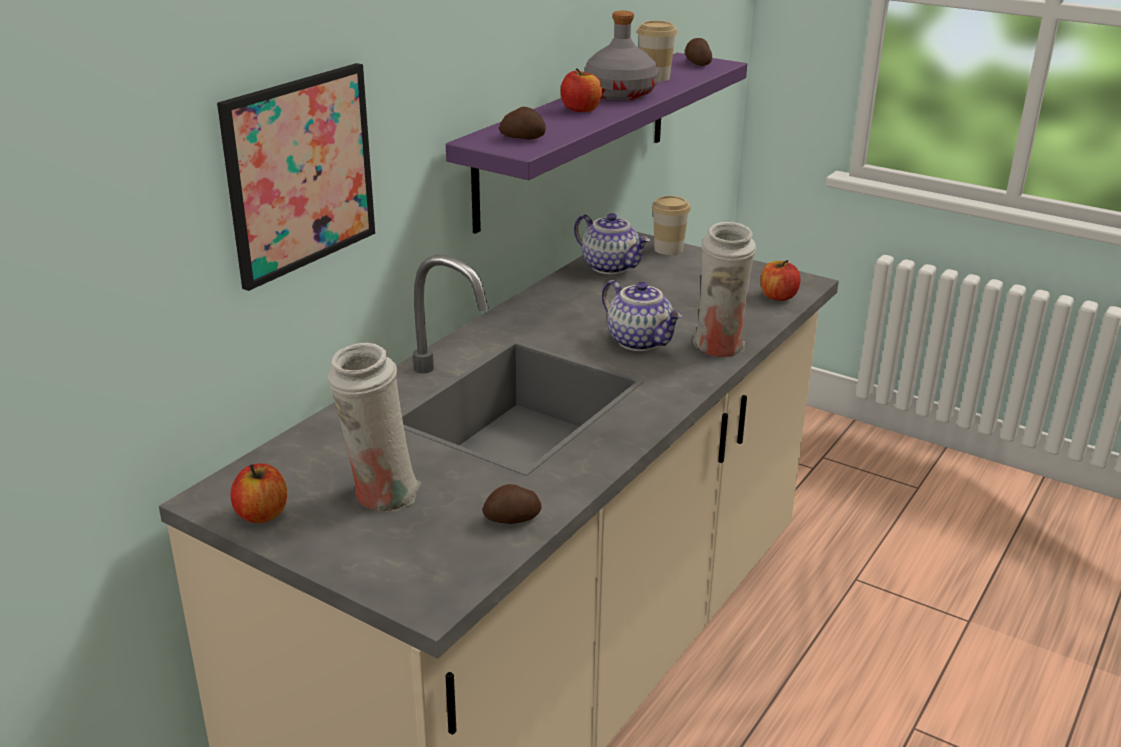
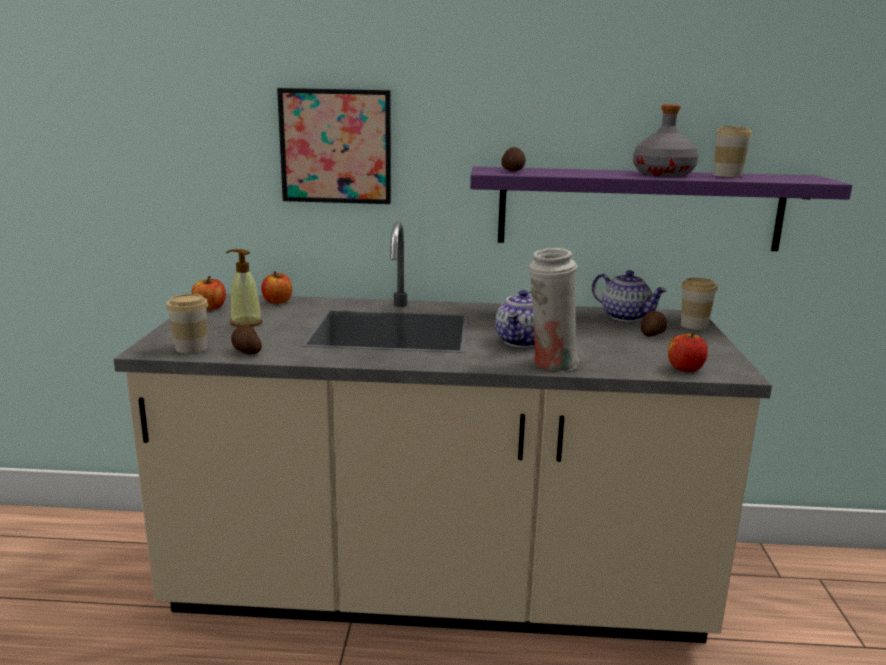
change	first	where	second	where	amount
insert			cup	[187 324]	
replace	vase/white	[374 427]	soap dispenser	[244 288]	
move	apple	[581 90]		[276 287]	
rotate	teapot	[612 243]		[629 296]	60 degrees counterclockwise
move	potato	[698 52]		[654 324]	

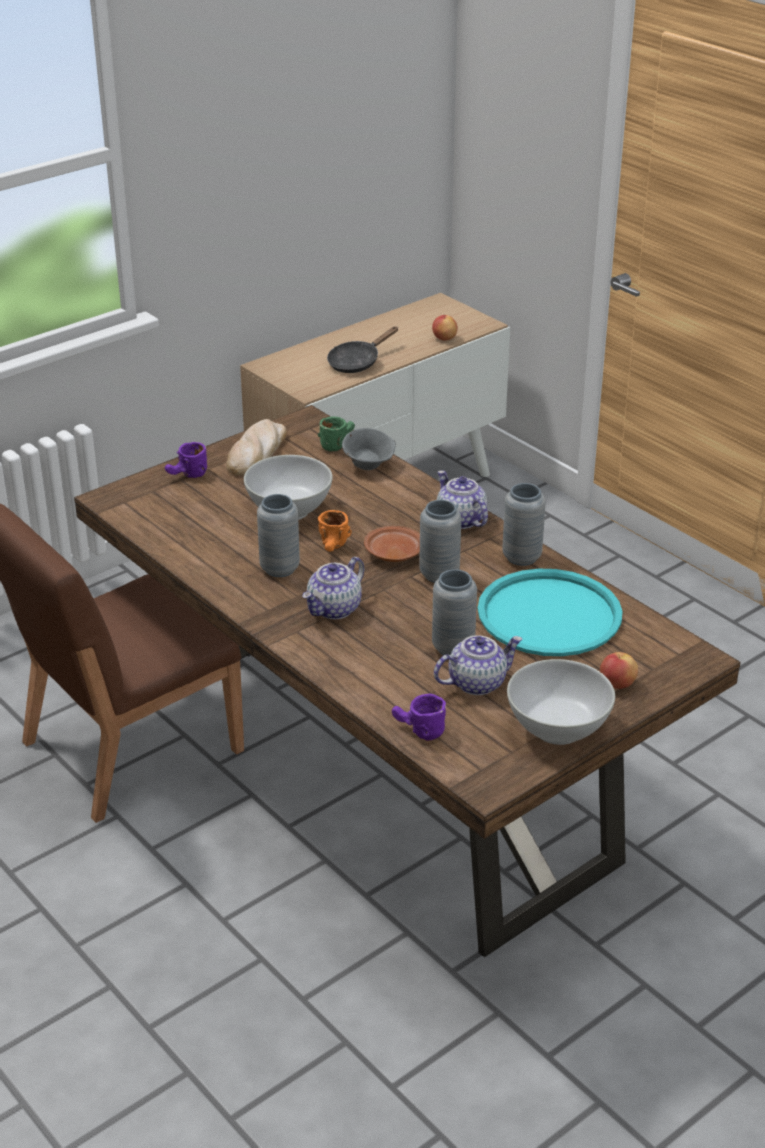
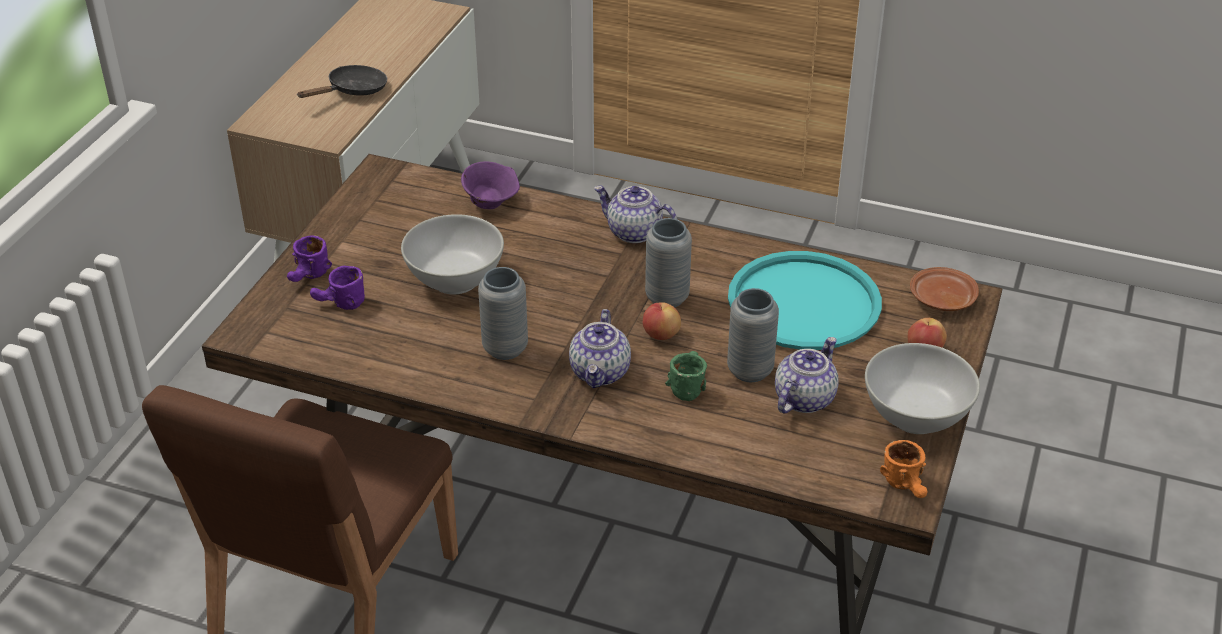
change	first	where	second	where	amount
rotate	frying pan/black	[362 350]		[342 81]	150 degrees counterclockwise
move	mug/purple	[419 717]		[337 288]	
recolor	bowl/grey	[369 449]	bowl/purple	[490 185]	
move	apple	[445 327]		[662 321]	
move	mug/green	[336 434]		[686 376]	
move	mug/orange	[335 531]		[903 469]	
move	plate/brown	[392 544]		[944 289]	
delete	bread	[256 447]			
delete	vase/grey	[524 524]			

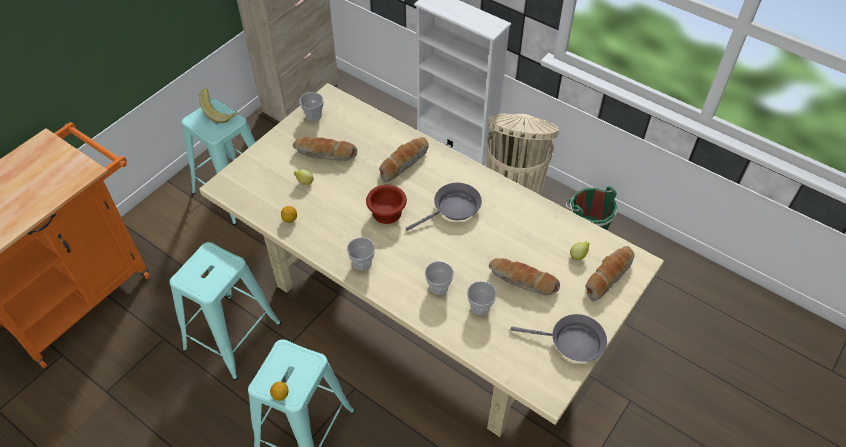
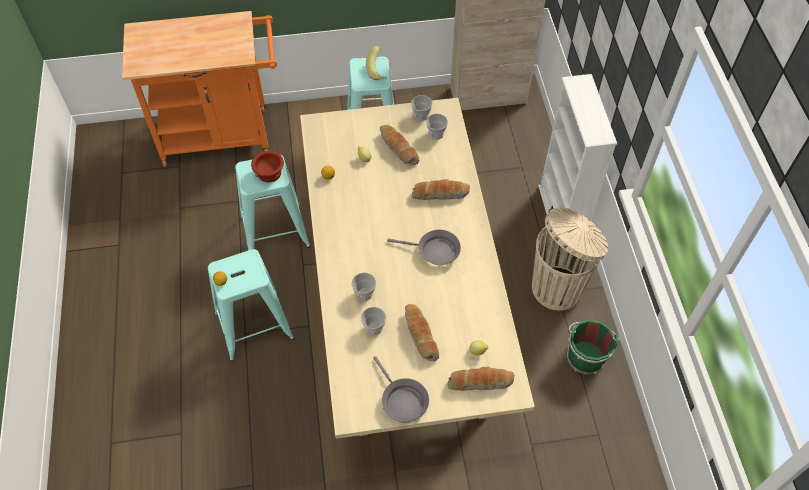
change	first	where	second	where	amount
move	bowl/brown	[386 204]		[267 166]	
move	cup	[361 254]		[437 127]	

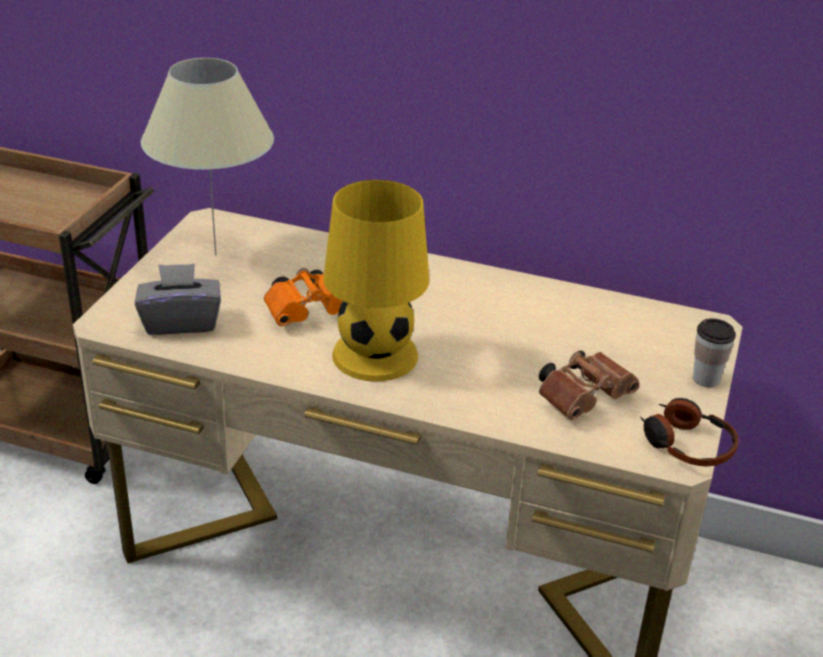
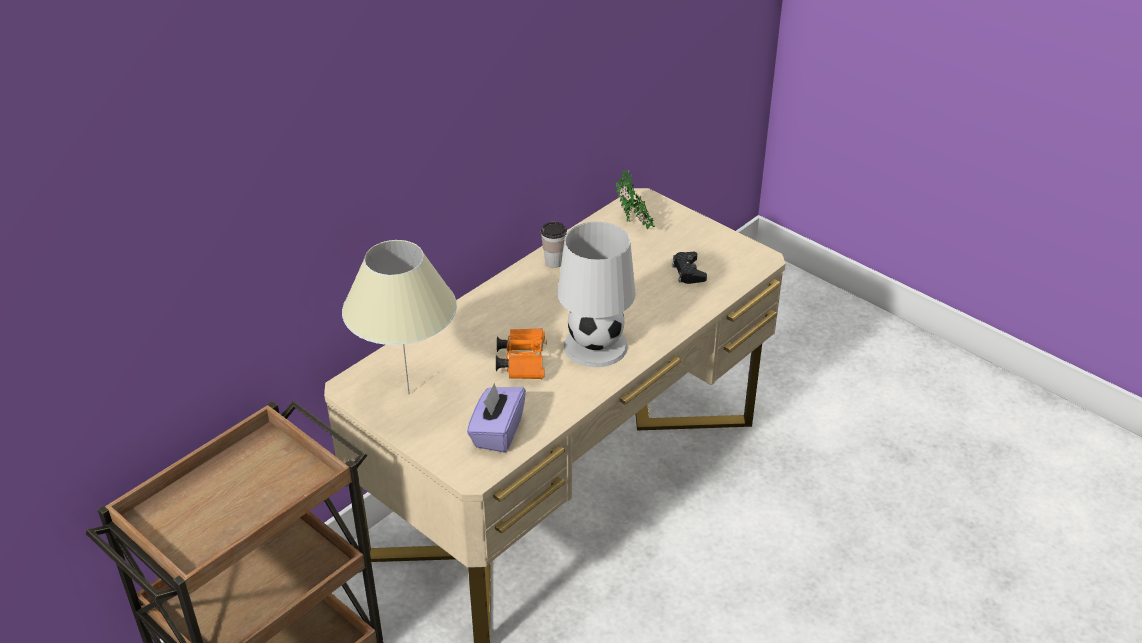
change	first	where	second	where	amount
recolor	tissue box/grey	[178 299]	tissue box/purple	[496 418]	
move	cup	[714 352]		[554 245]	
recolor	table lamp/yellow	[376 281]	table lamp/white	[596 294]	
insert			potted plant	[635 199]	
replace	binoculars/brown	[589 385]	game controller/black	[689 268]	
delete	headphones	[689 432]			

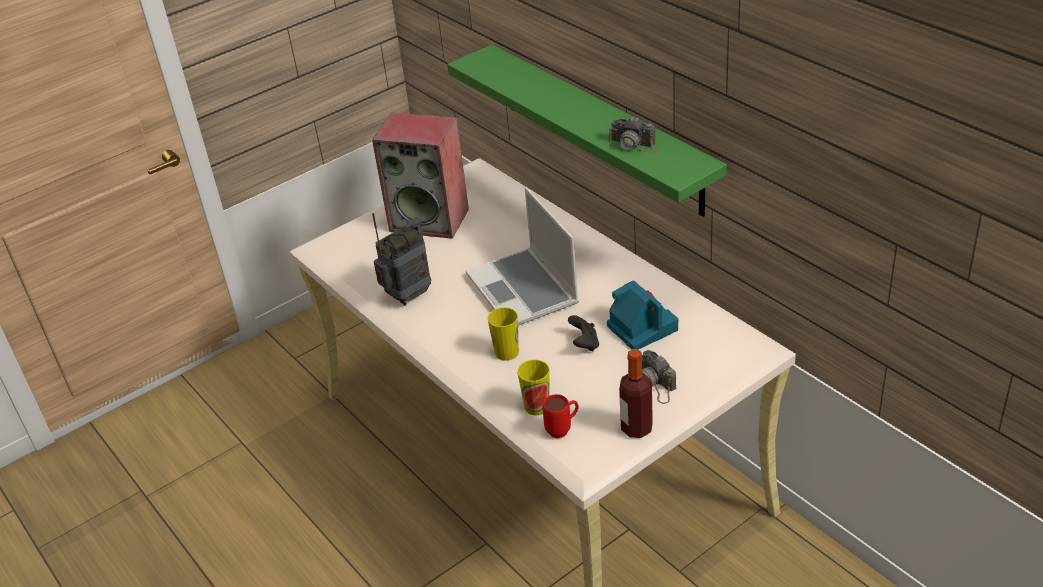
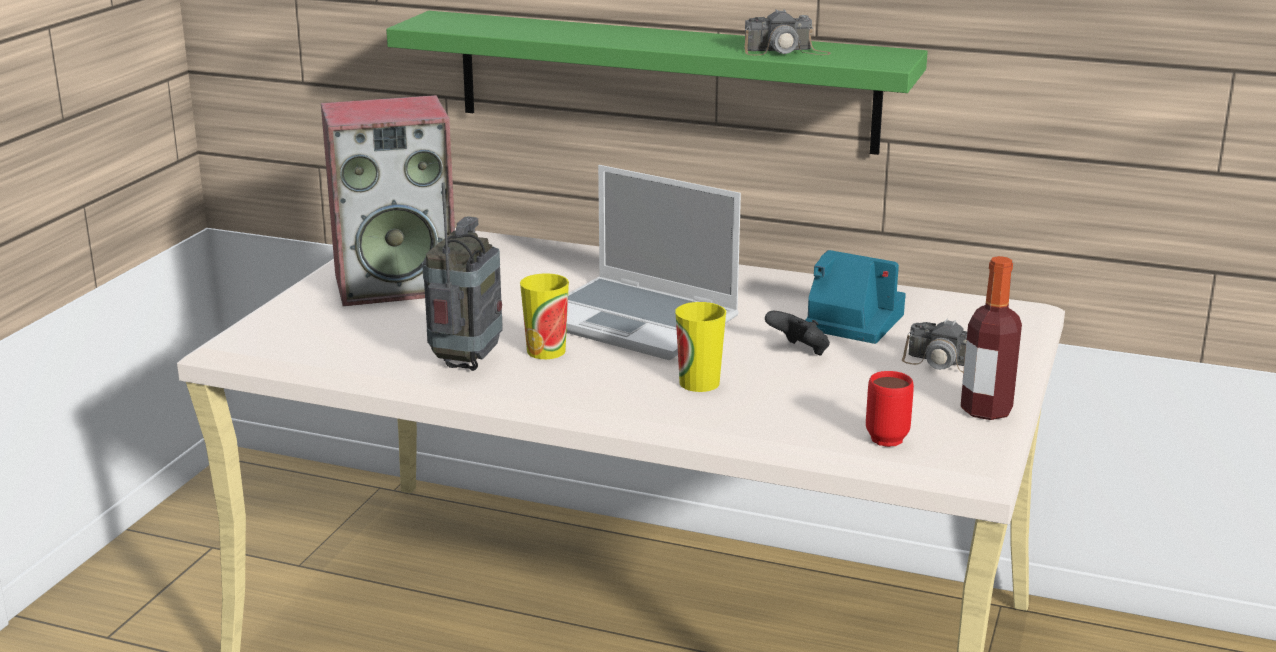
change	first	where	second	where	amount
move	cup	[533 387]		[544 316]	

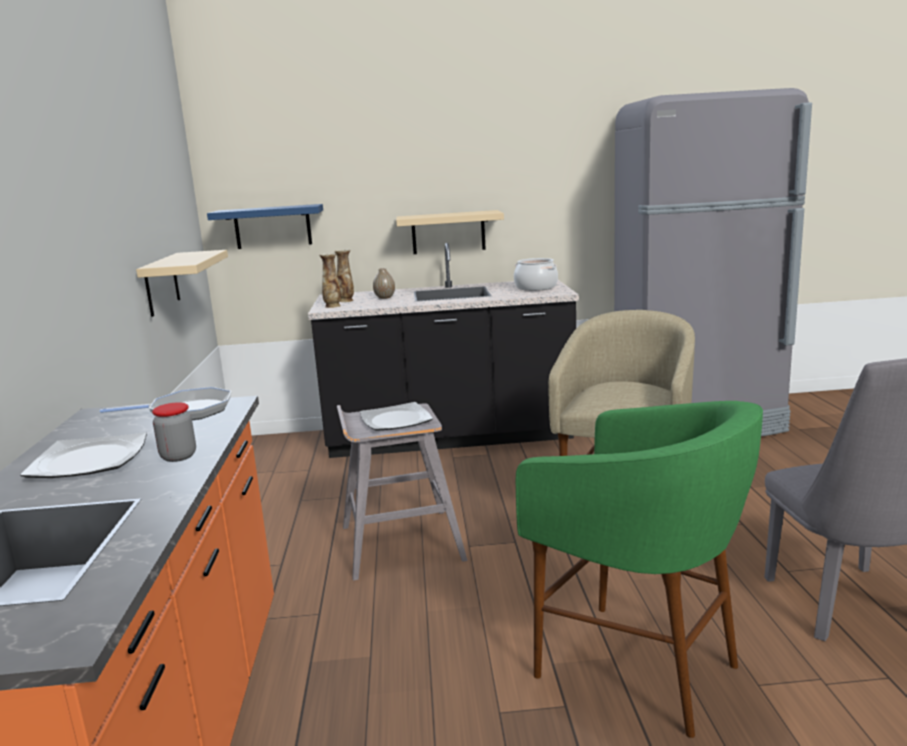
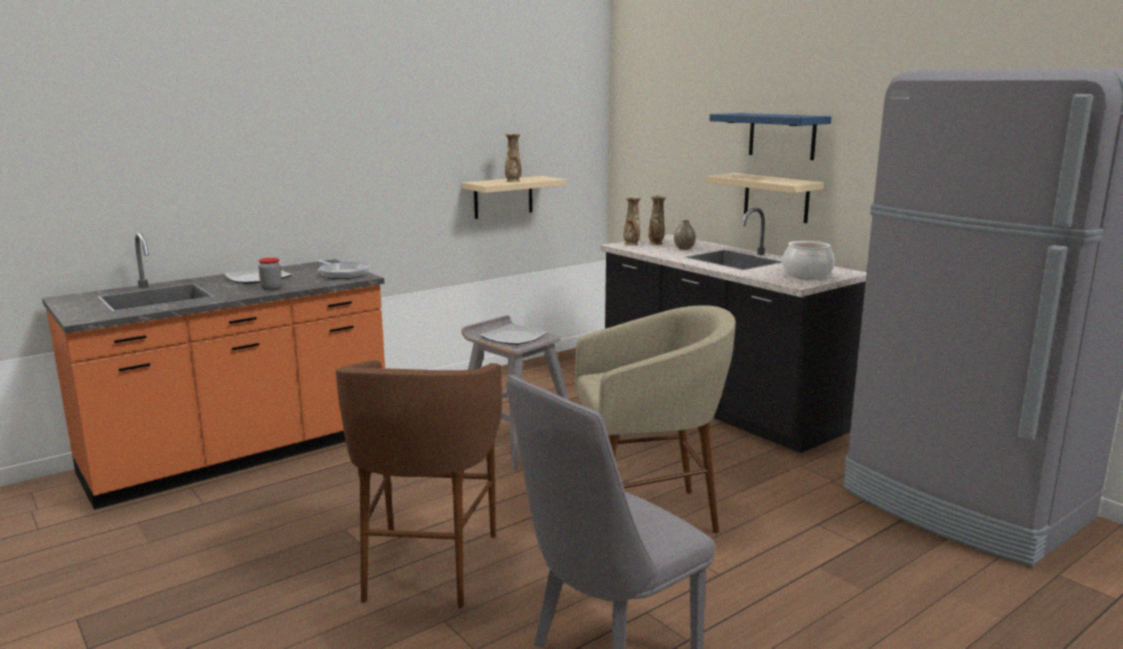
change	first	where	second	where	amount
recolor	stool/green	[639 569]	stool/brown	[419 484]	
insert			vase	[513 157]	
move	shelf/blue	[265 226]		[770 136]	

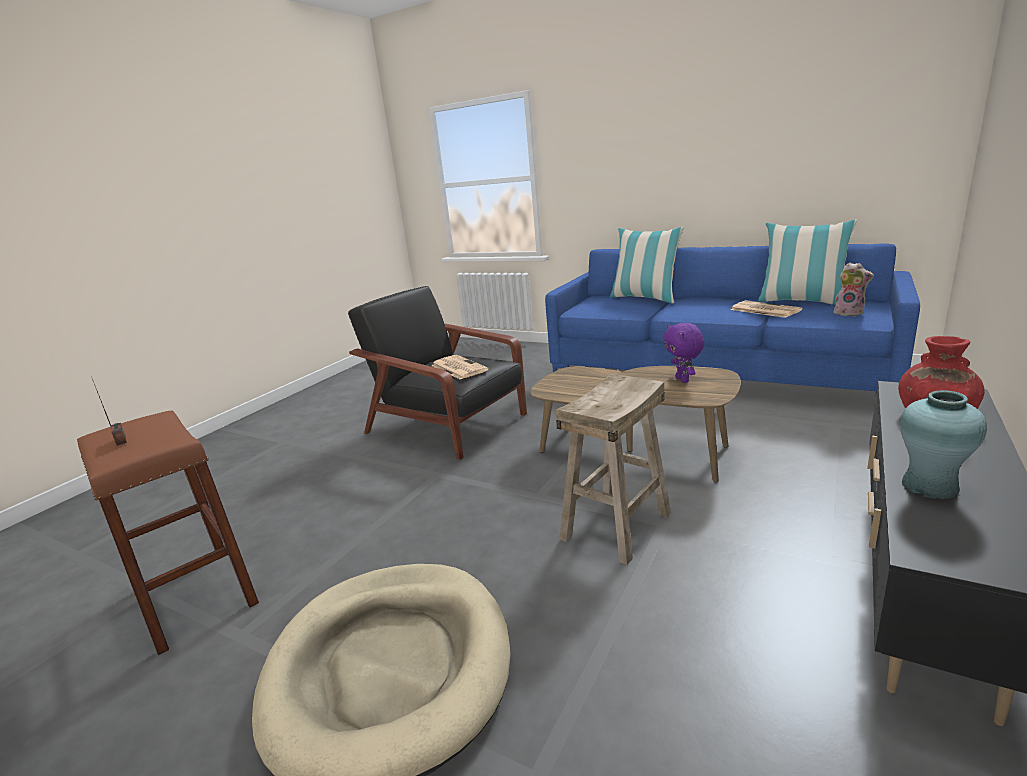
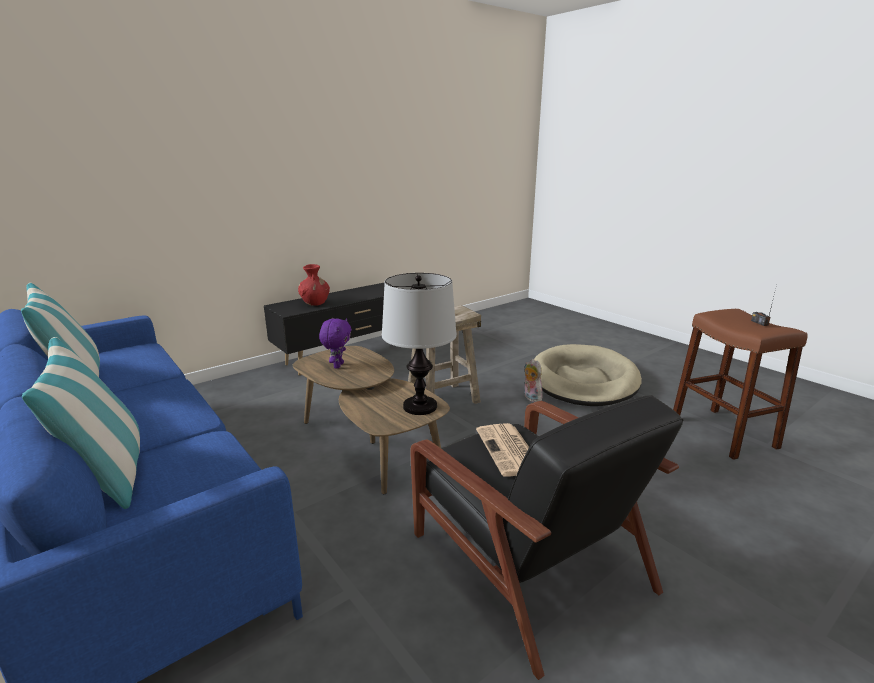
change	first	where	second	where	amount
insert			table lamp	[419 344]	
move	plush toy	[854 289]		[533 380]	
delete	newspaper	[766 309]			
delete	vase/turquoise	[943 444]			

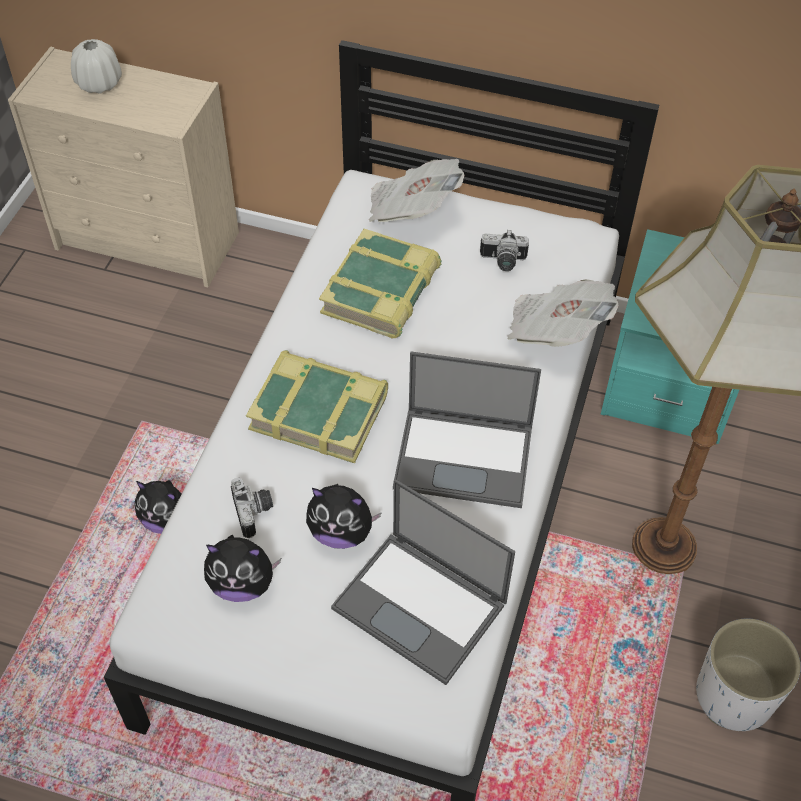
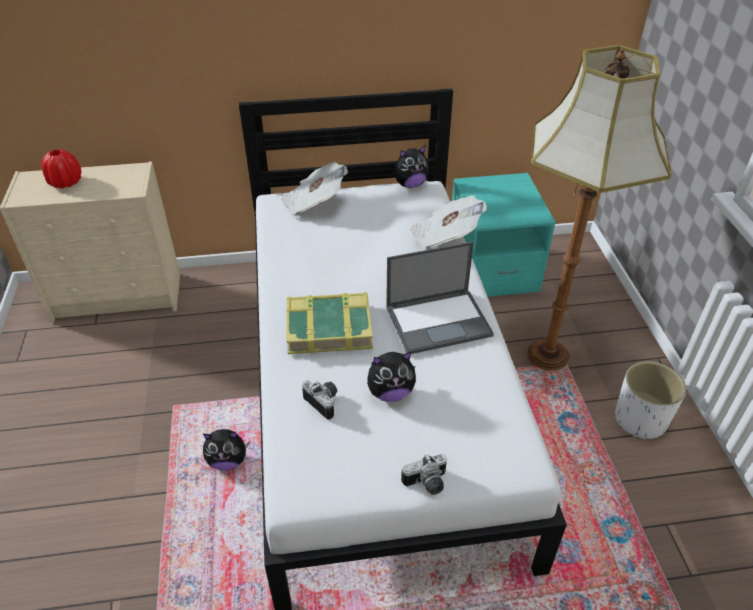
change	first	where	second	where	amount
recolor	vase/white	[96 66]	vase/red	[61 169]	
move	plush toy	[242 568]		[411 167]	
move	photo camera	[504 250]		[424 474]	
delete	book	[380 283]			
delete	laptop	[423 582]			

